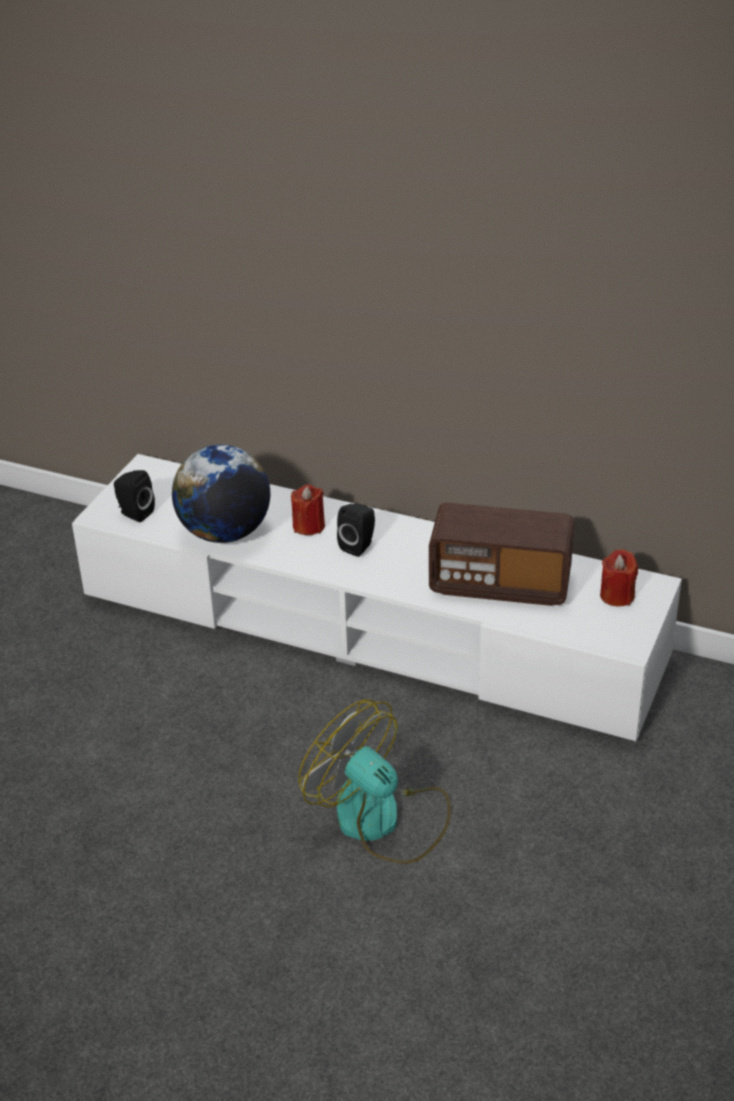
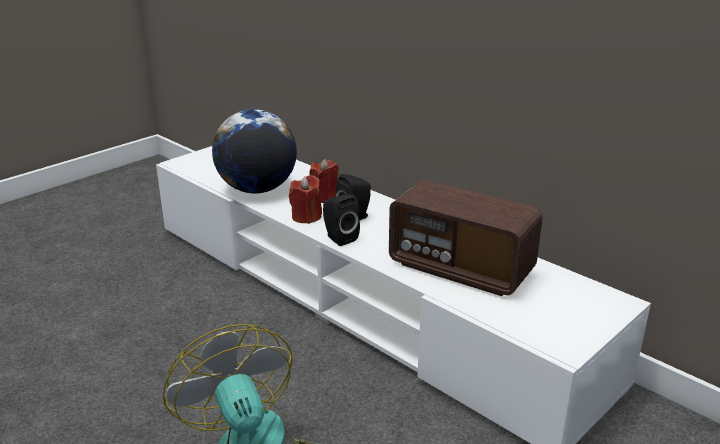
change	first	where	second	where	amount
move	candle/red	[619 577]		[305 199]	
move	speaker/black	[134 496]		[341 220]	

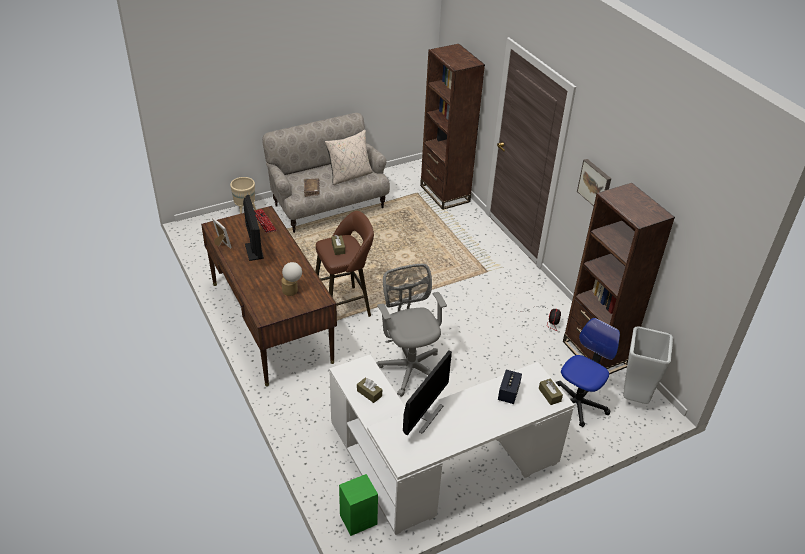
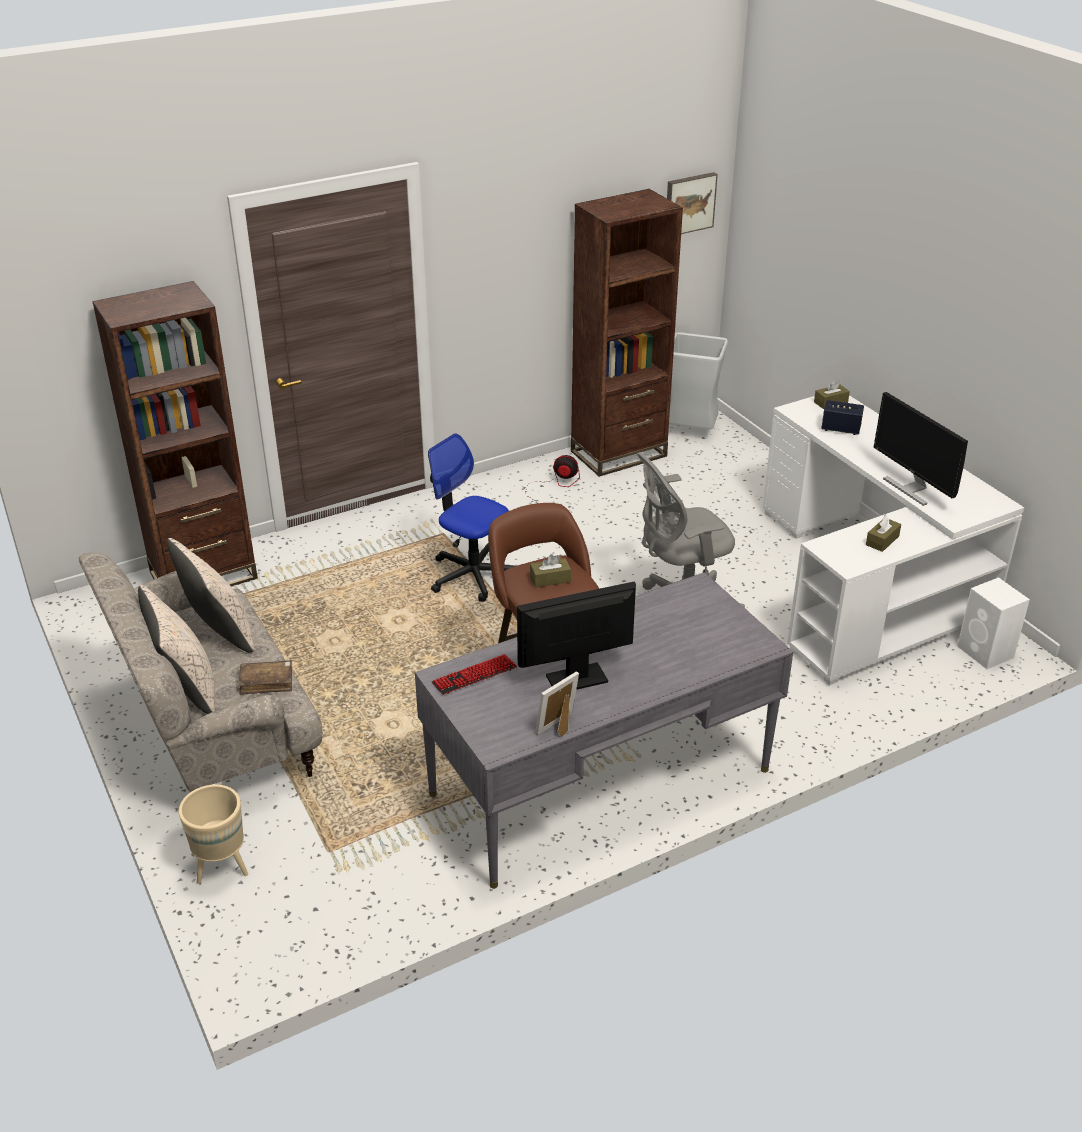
change	first	where	second	where	amount
insert			pillow/beige	[176 649]	
recolor	desk/brown	[269 296]	desk/grey	[604 730]	
move	office chair	[587 372]		[471 517]	
move	picture	[594 182]		[692 203]	
rotate	monitor	[427 392]		[920 449]	150 degrees counterclockwise
recolor	speaker/green	[358 505]	speaker/white	[993 623]	
delete	table lamp	[291 279]			

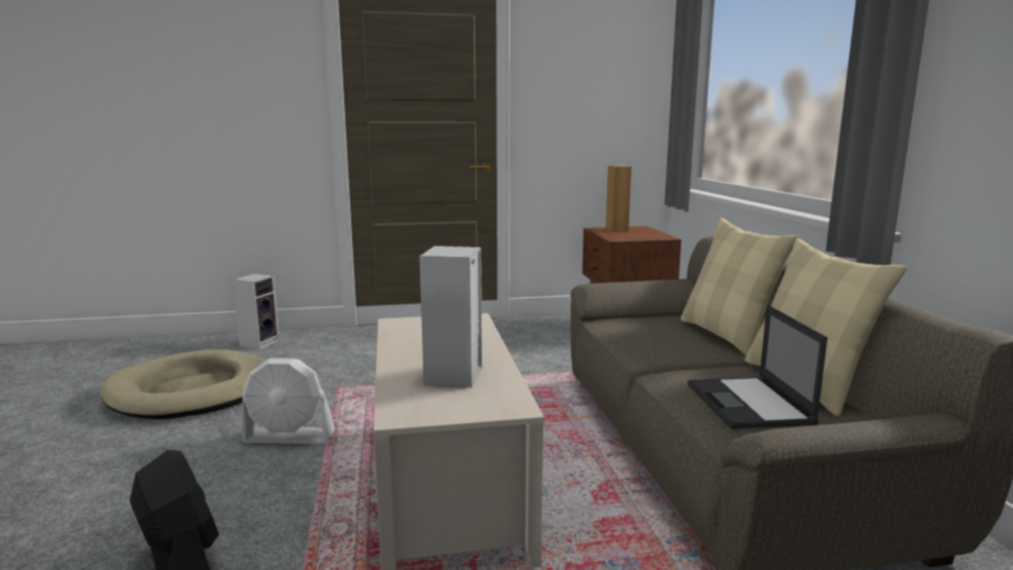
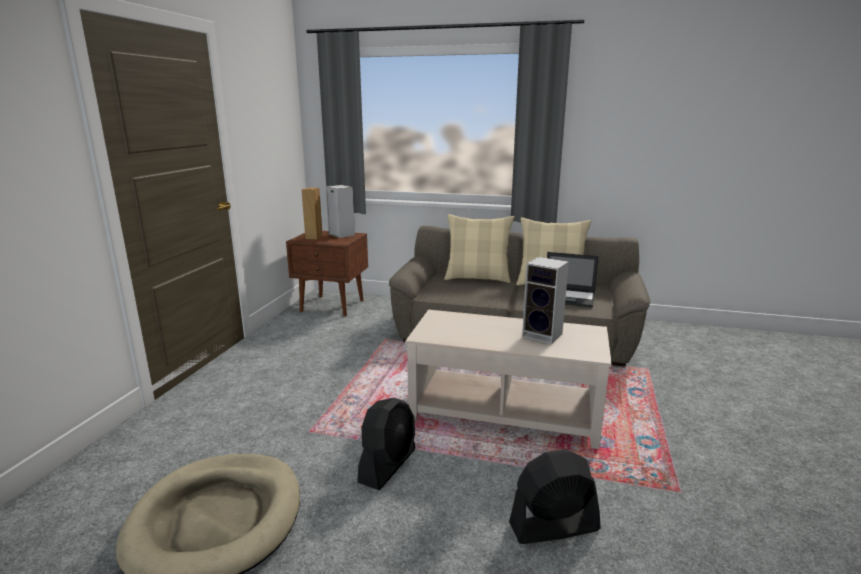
change	first	where	second	where	amount
move	speaker	[256 311]		[340 211]	
recolor	fan/white	[288 401]	fan/black	[386 444]	

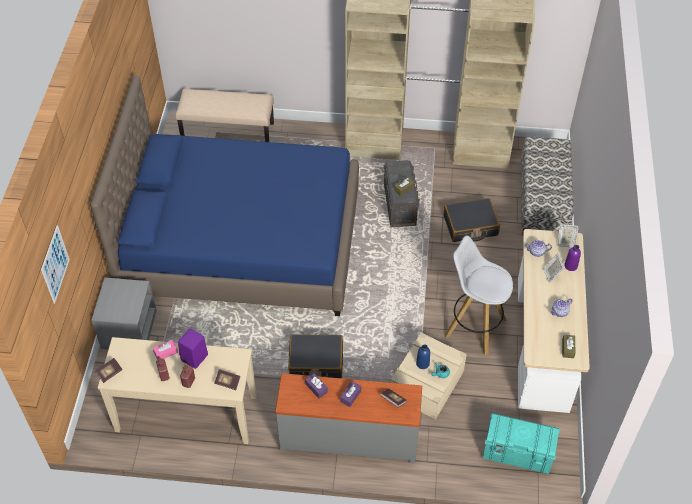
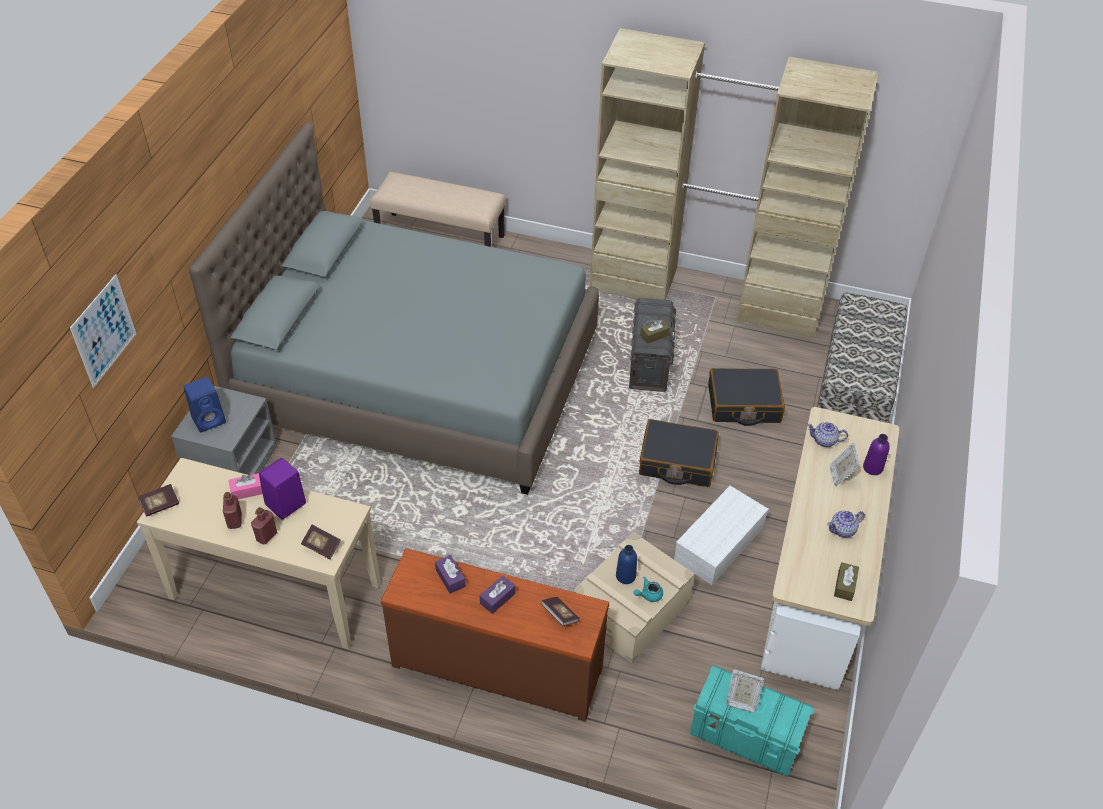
change	first	where	second	where	amount
insert			speaker/blue	[205 404]	
recolor	bed/blue	[224 195]	bed/grey	[394 308]	
recolor	dresser/grey	[348 418]	dresser/brown	[495 635]	
move	suitcase/black	[316 356]		[679 453]	
replace	stool/white	[479 295]	storage box/white	[721 535]	
move	picture frame	[568 236]		[745 691]	

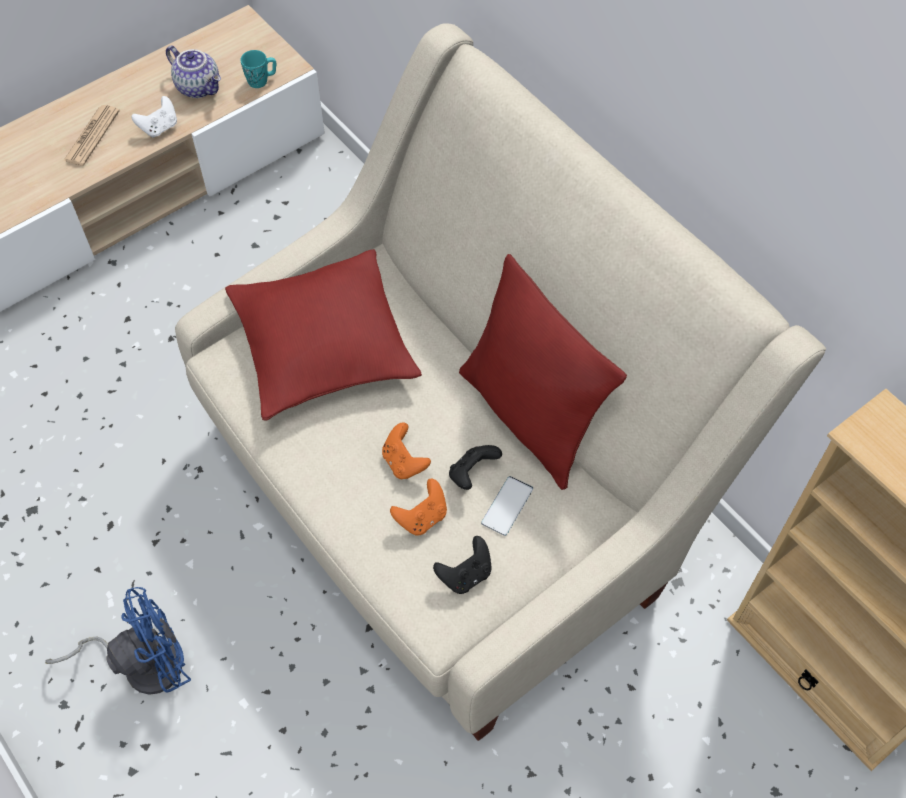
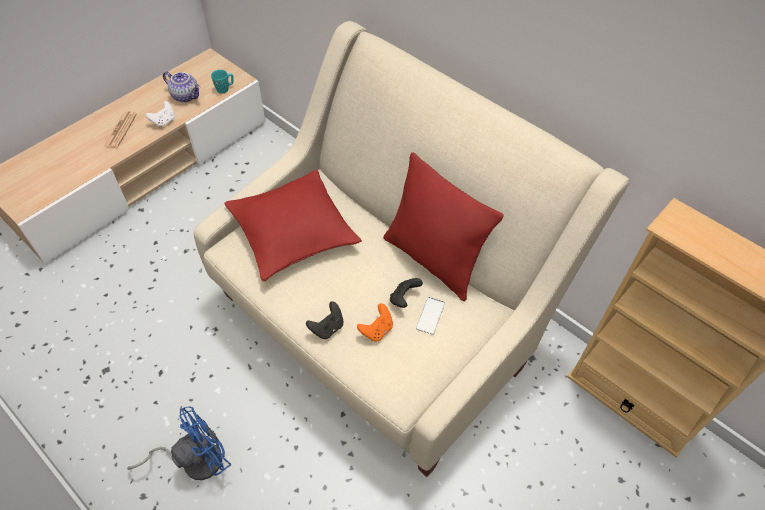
change	first	where	second	where	amount
move	game controller/black	[462 565]		[325 320]	
delete	game controller/orange	[406 451]			

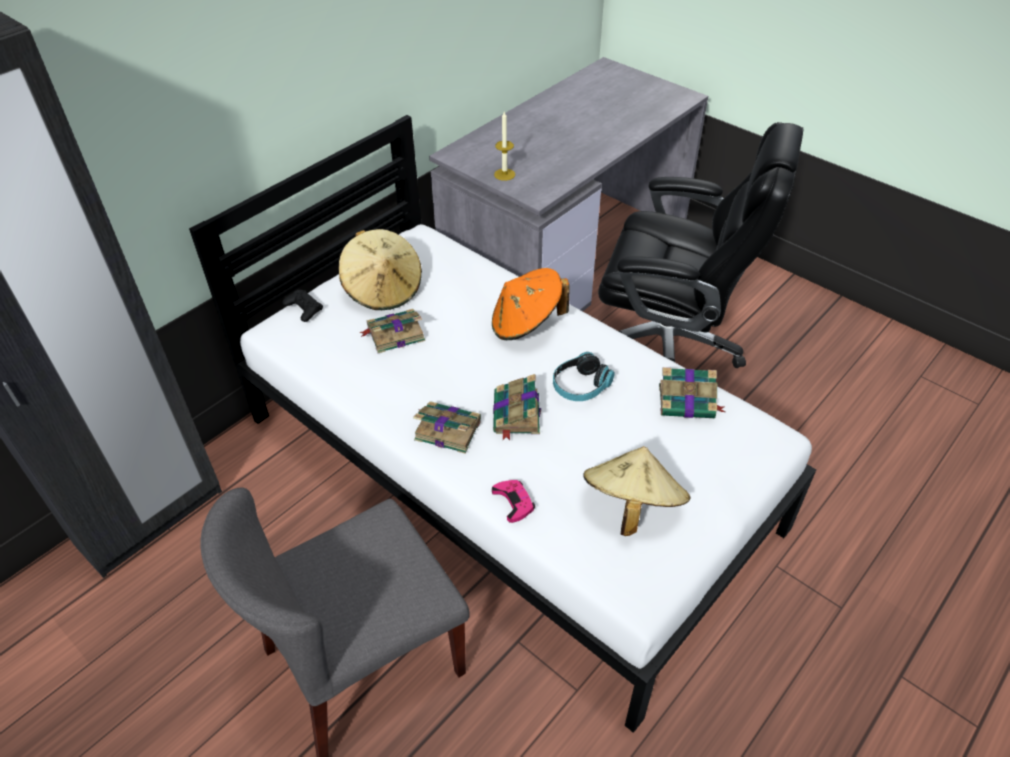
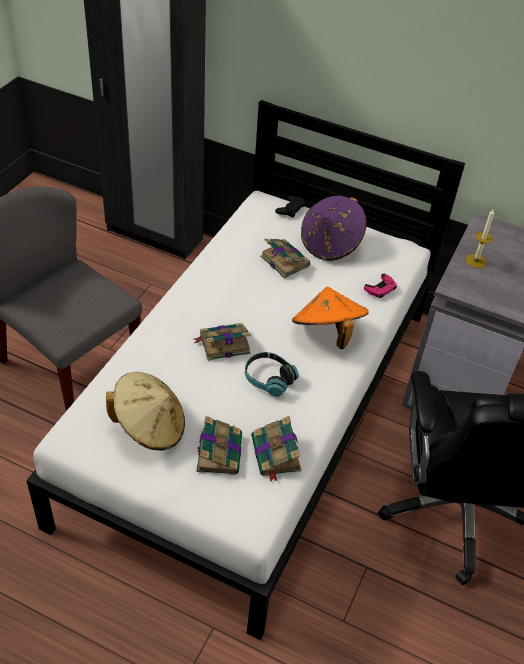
change	first	where	second	where	amount
move	book	[447 427]		[219 445]	
recolor	hat/beige	[380 269]	hat/purple	[334 228]	
move	game controller/pink	[513 501]		[380 286]	

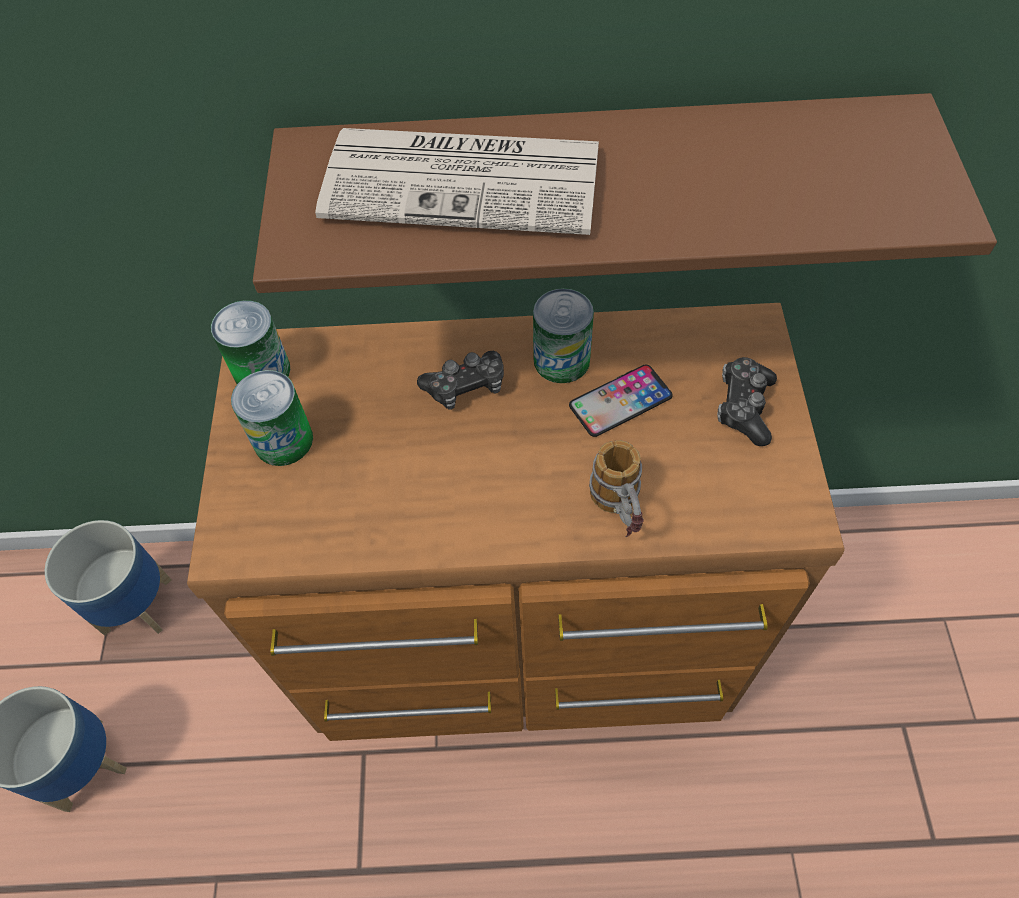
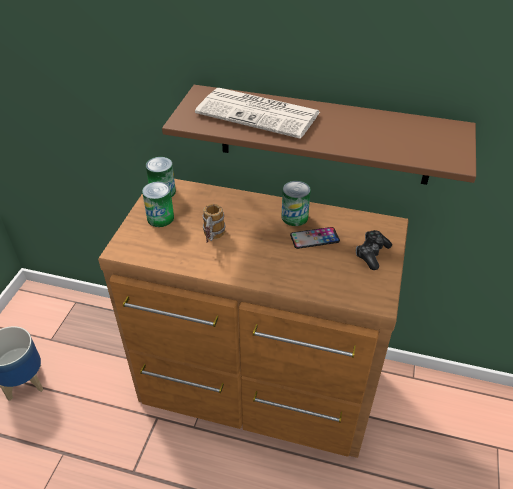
change	first	where	second	where	amount
move	mug	[616 488]		[214 223]	
delete	planter	[108 578]			
delete	game controller	[460 380]			

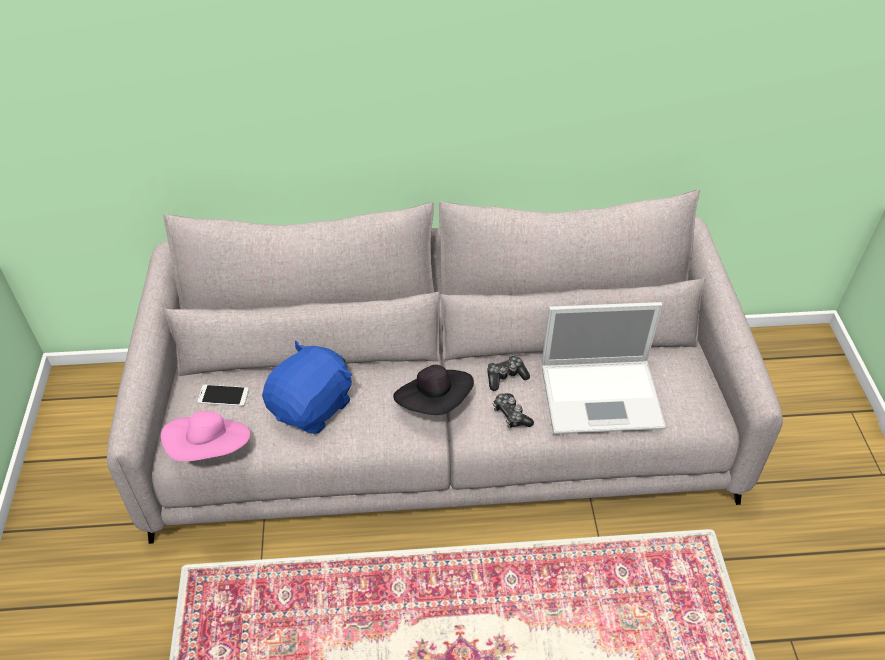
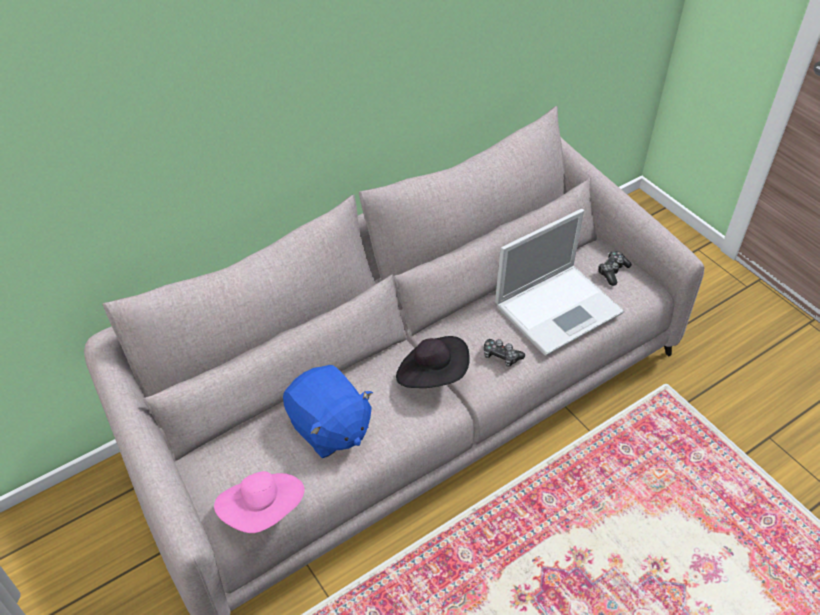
change	first	where	second	where	amount
rotate	plush toy/blue	[307 387]		[328 411]	135 degrees clockwise
move	game controller	[508 373]		[615 268]	
delete	phone	[223 396]			

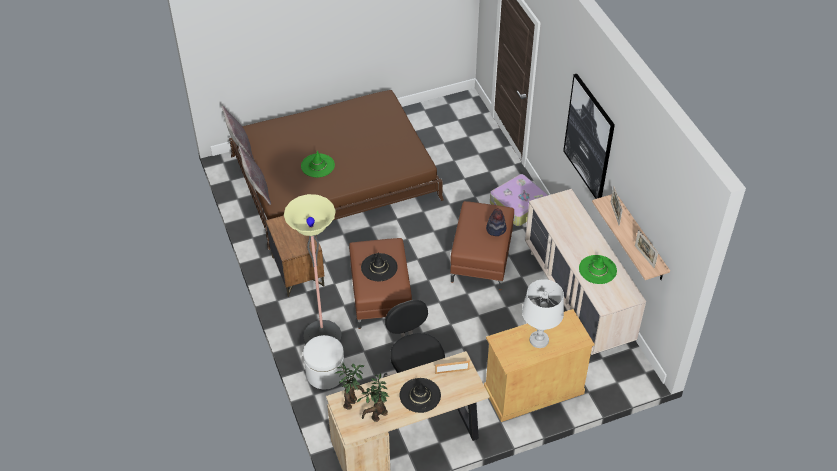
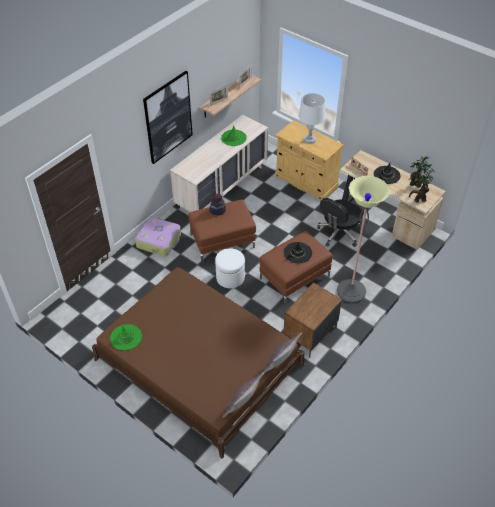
change	first	where	second	where	amount
move	hat/green	[318 164]		[126 337]	
move	ottoman/white	[324 362]		[230 268]	

